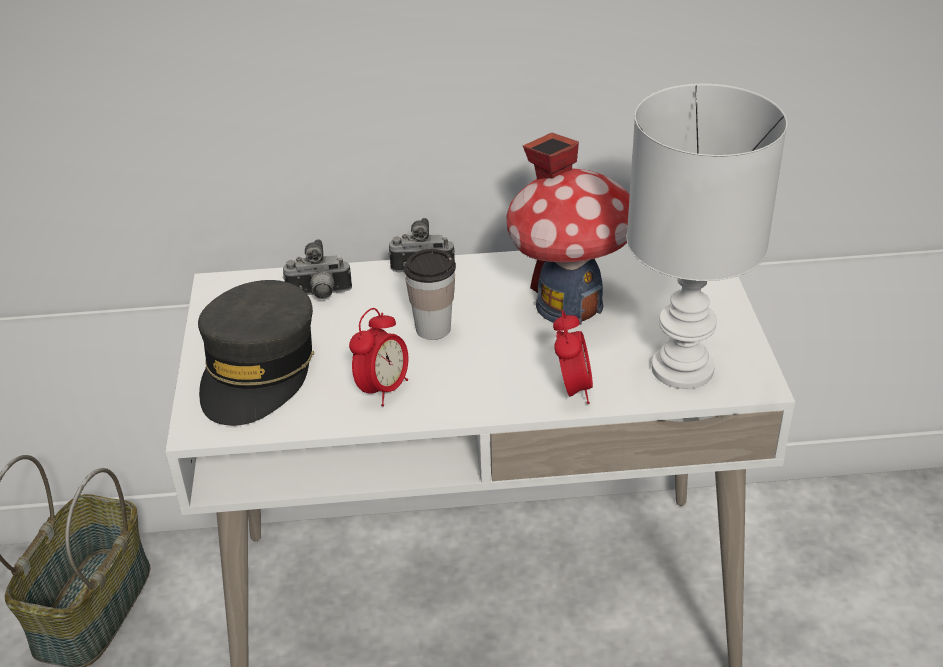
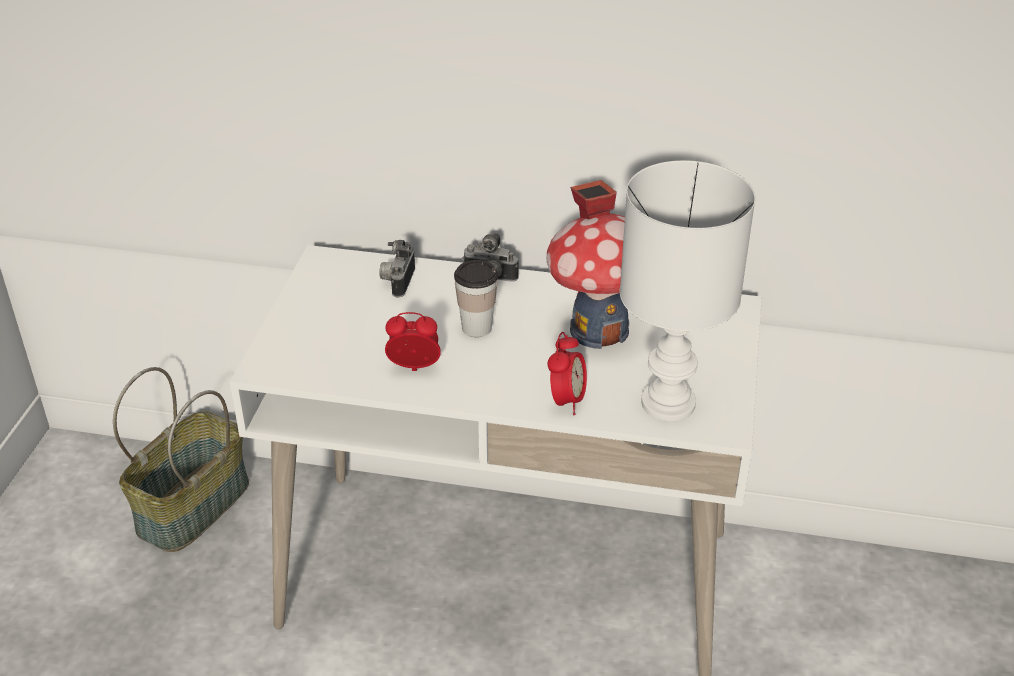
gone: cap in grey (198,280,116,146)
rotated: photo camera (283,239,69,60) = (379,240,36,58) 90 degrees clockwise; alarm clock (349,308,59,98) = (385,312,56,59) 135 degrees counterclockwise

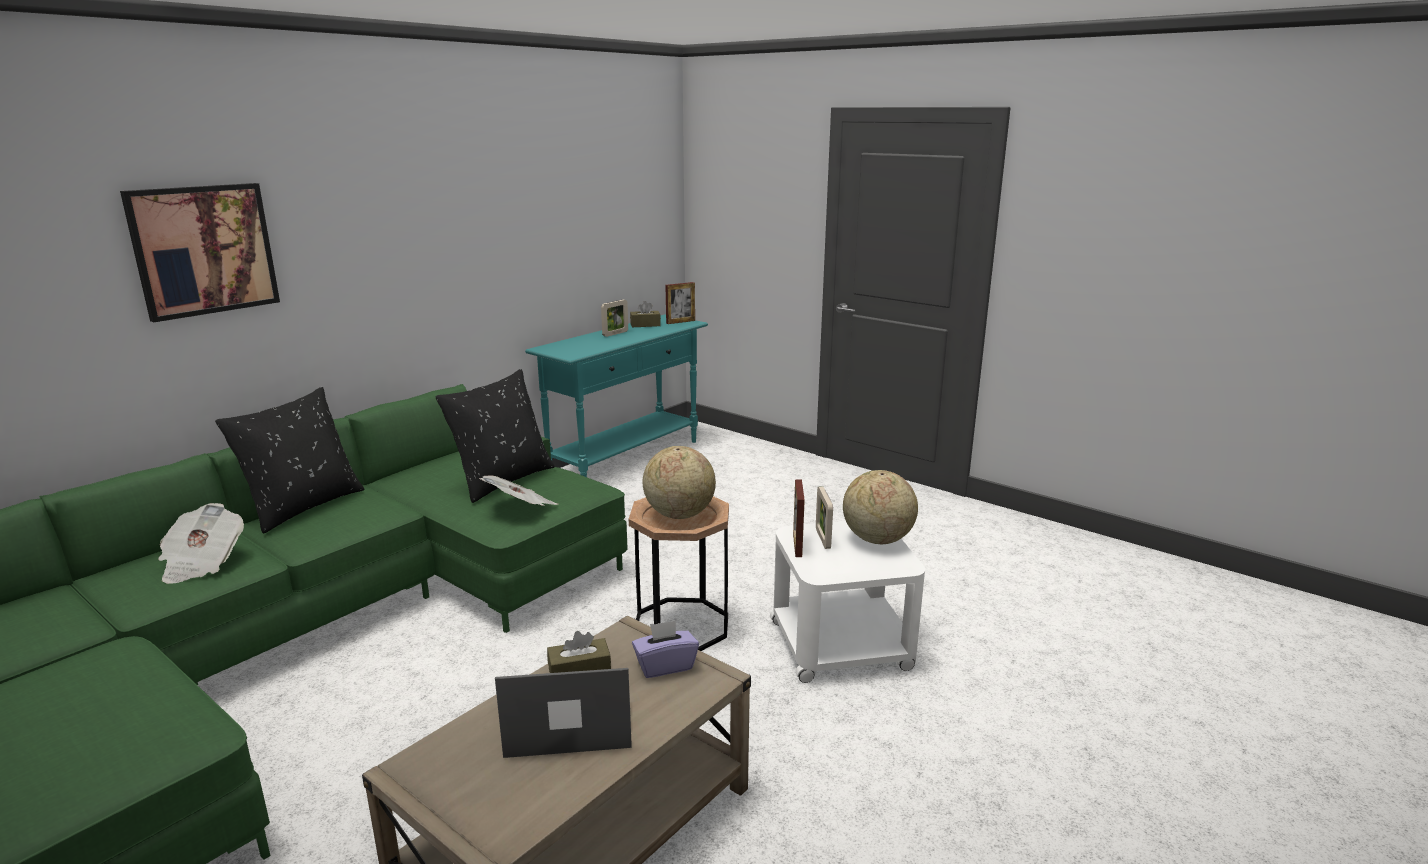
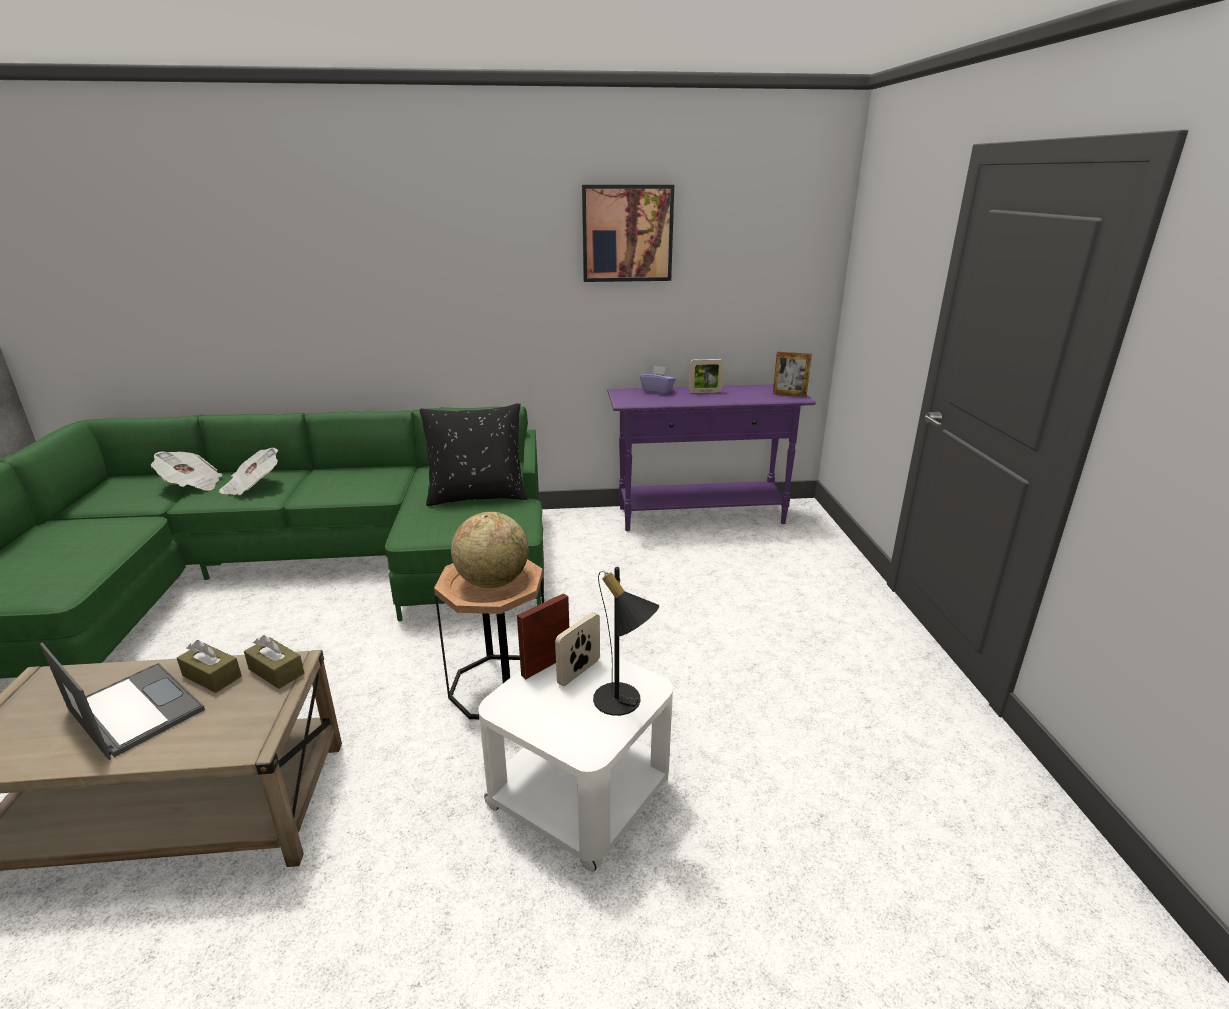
gone: pillow in black (215,387,150,147)
shifted: newspaper (479,475,79,31) to (151,452,71,39); tissue box in brown (630,301,31,26) to (244,635,60,54); picture (120,183,160,139) to (582,185,92,97); tissue box in purple (632,620,67,58) to (640,366,36,28)
swapped: globe (843,470,75,74) to table lamp in black (593,567,66,149)
repainted: console table in turquoise (525,315,183,162) to console table in purple (607,384,209,147)

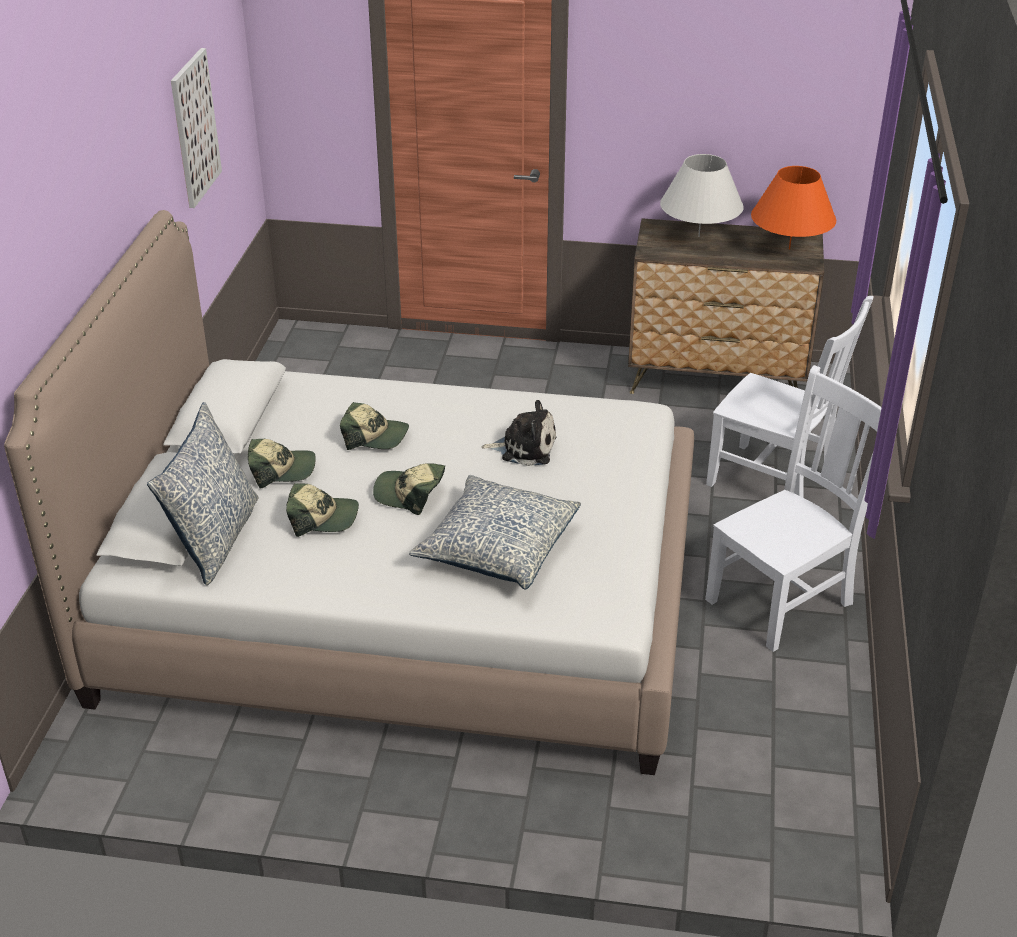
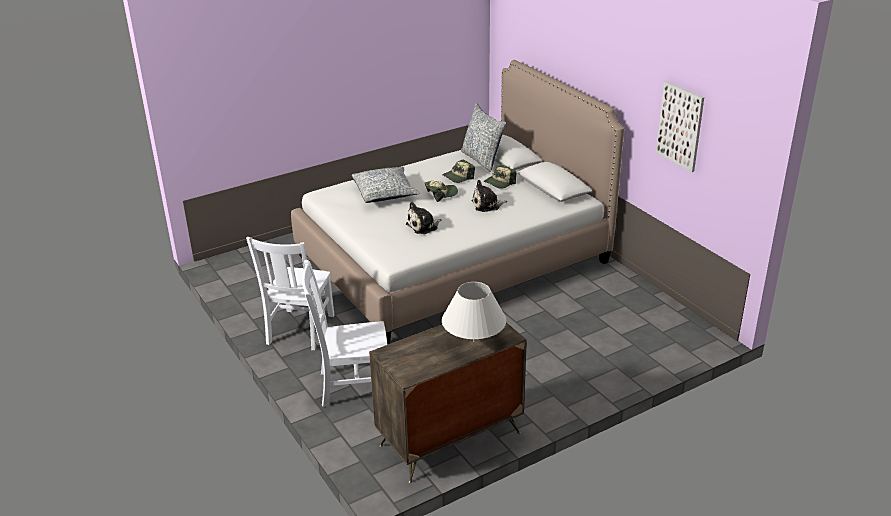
gone: table lamp in orange (751,166,85,84)
swapped: cap (340,402,69,48) to plush toy (471,180,36,32)

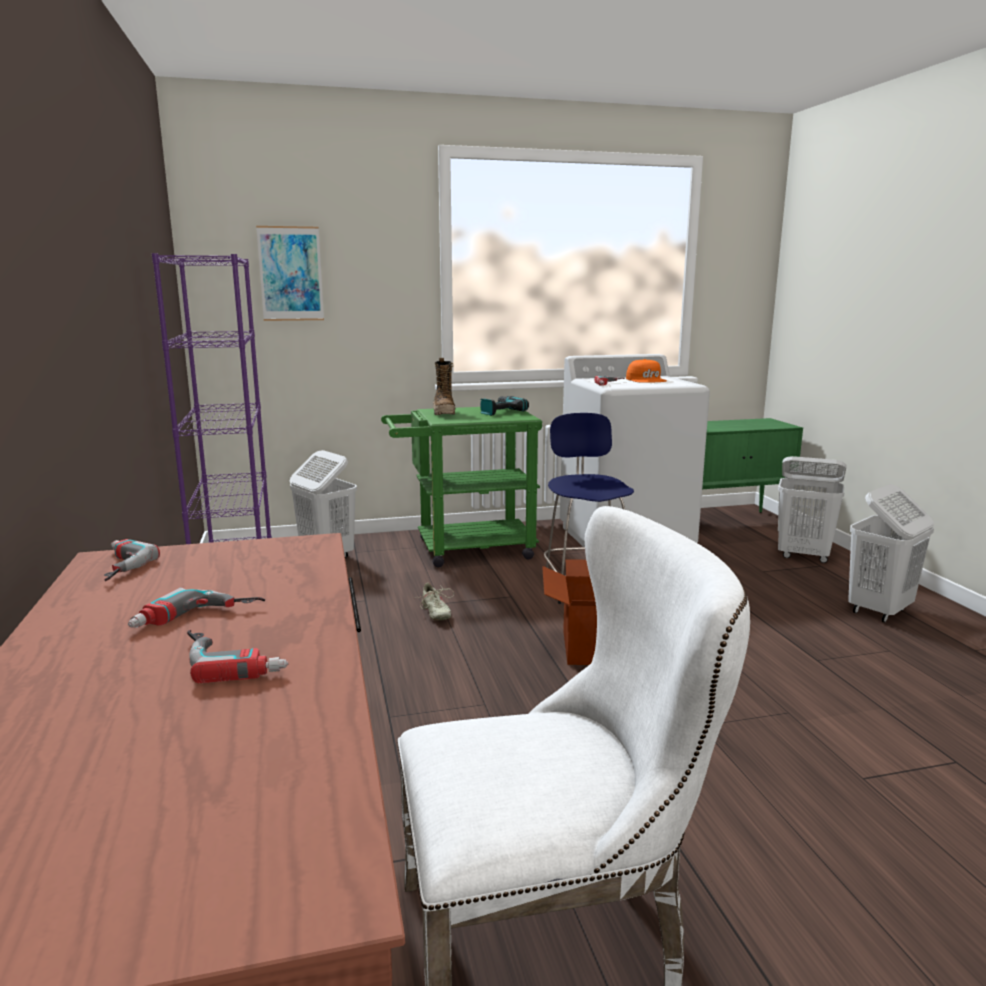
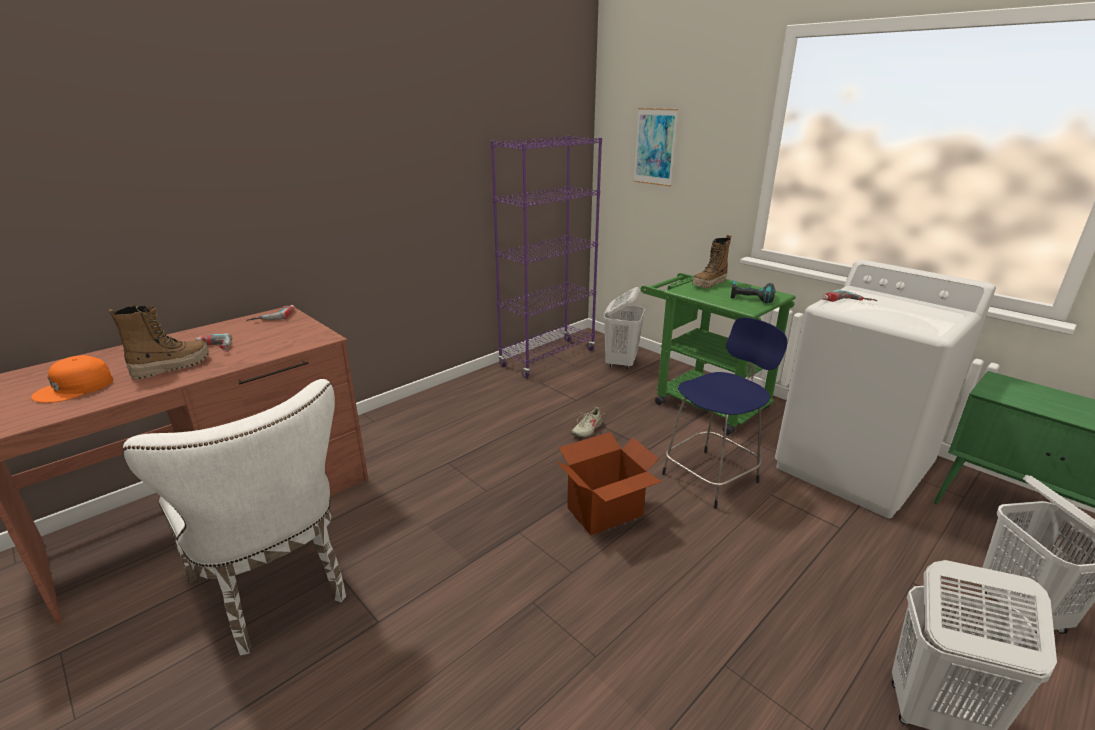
shifted: cap in orange (626,359,41,24) to (31,355,82,48)
swapped: power drill (187,630,101,53) to boot (109,305,100,74)

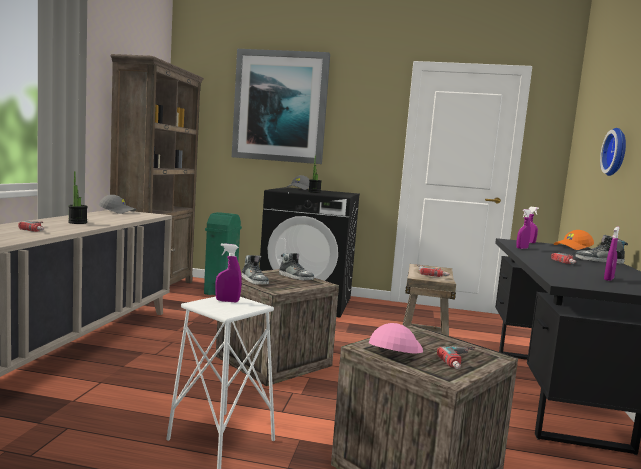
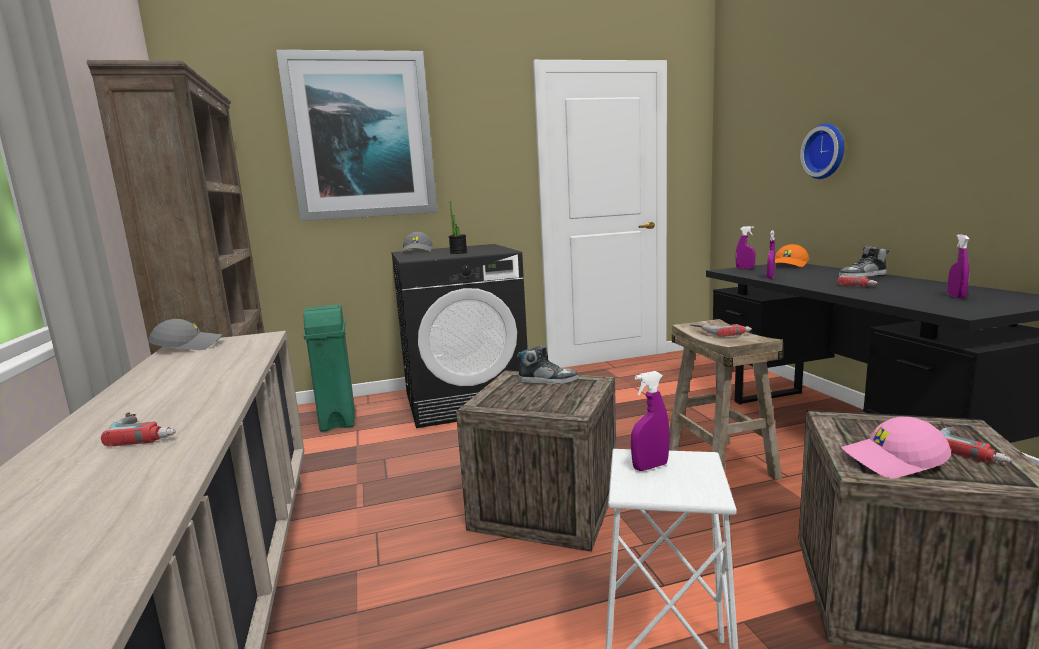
gone: potted plant (68,171,20,53); shoe (242,255,27,30)
rotated: cap in pink (369,323,54,31) = (842,417,109,62) 90 degrees counterclockwise

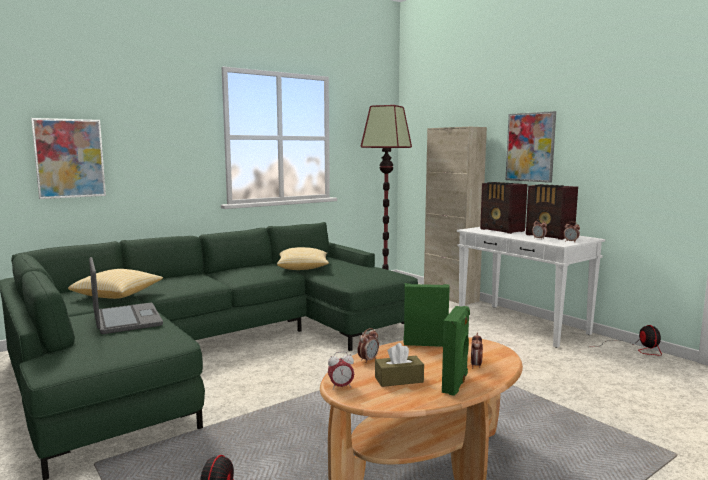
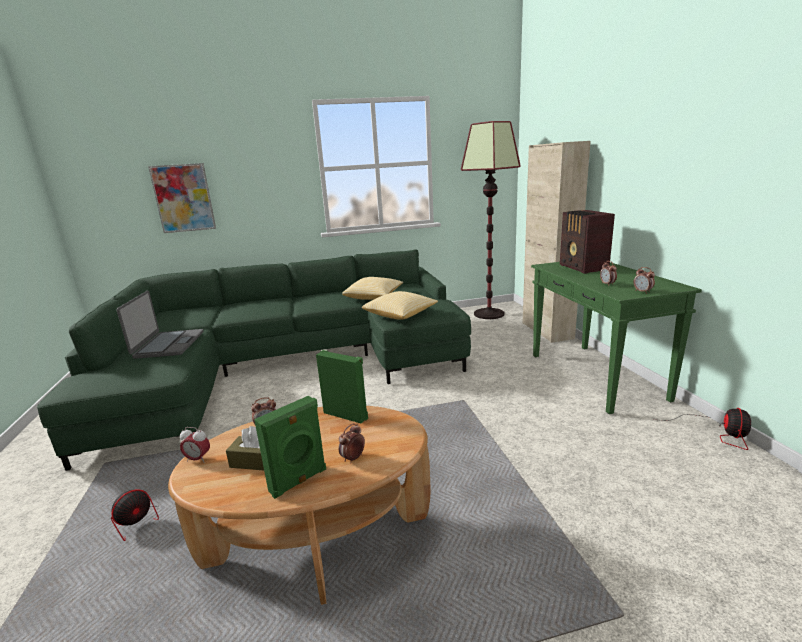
gone: picture (506,111,50,72); radio (526,184,52,56)
shifted: pillow (68,269,95,30) to (362,291,76,29)
repainted: console table in white (457,227,148,121) to console table in green (531,262,171,152)

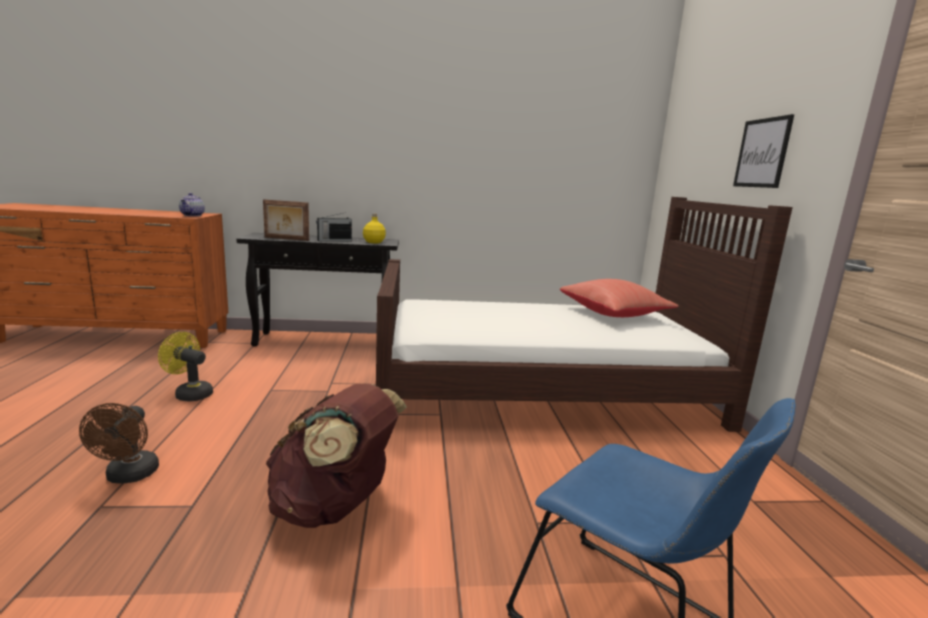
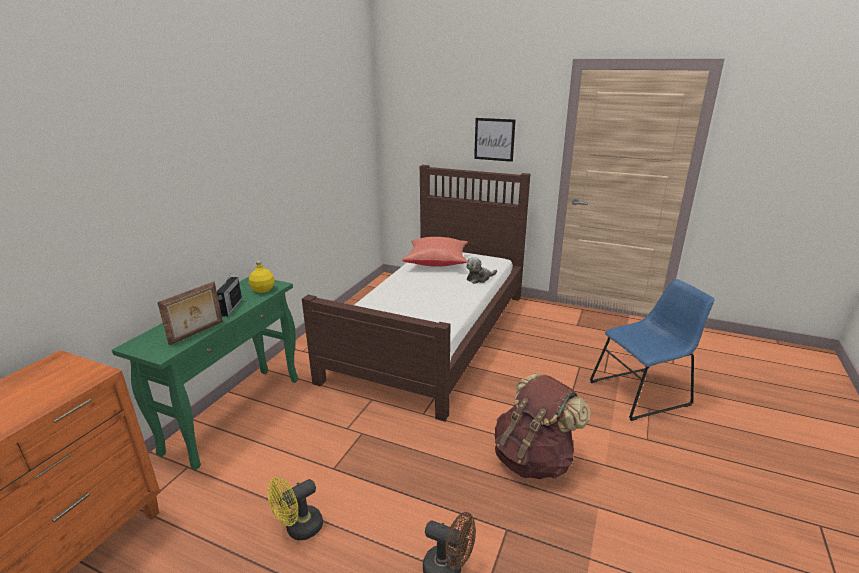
gone: teapot (179,193,26,23)
new: plush toy (466,257,31,27)
repainted: console table in black (237,233,162,113) to console table in green (112,277,186,193)

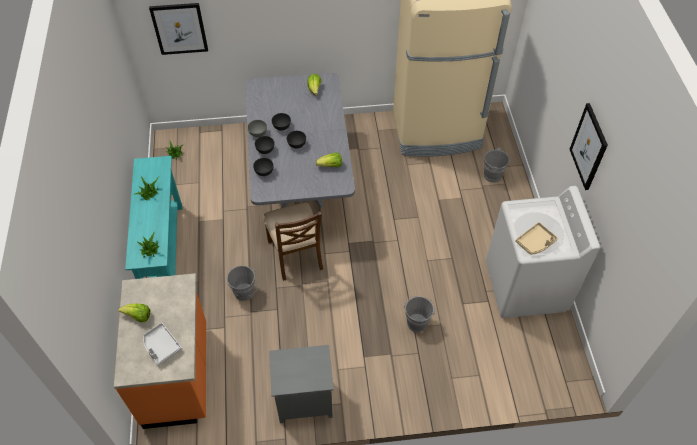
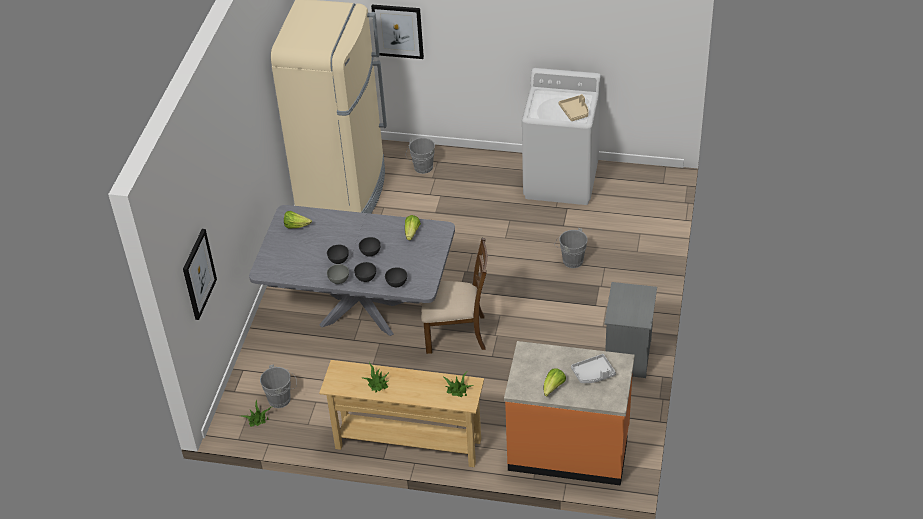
shifted: bucket in grey (227,265,32,36) to (260,364,37,44); picture (570,103,38,87) to (371,5,53,54)
repainted: console table in turquoise (125,156,57,123) to console table in beige (319,360,165,107)

